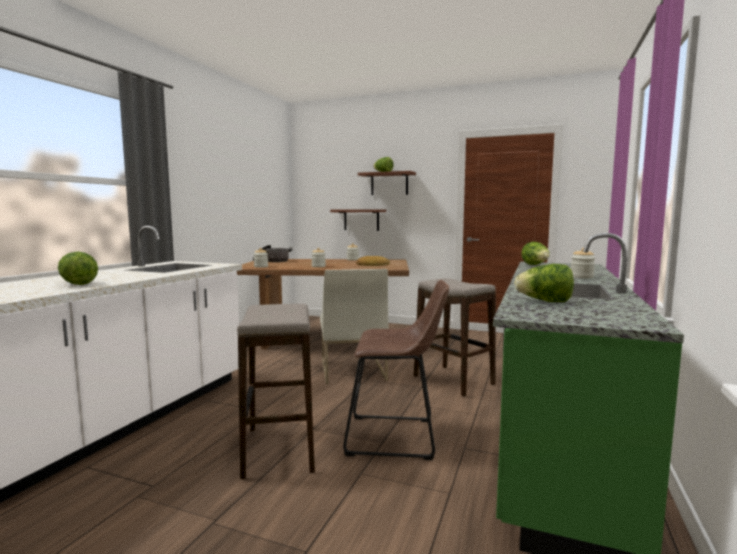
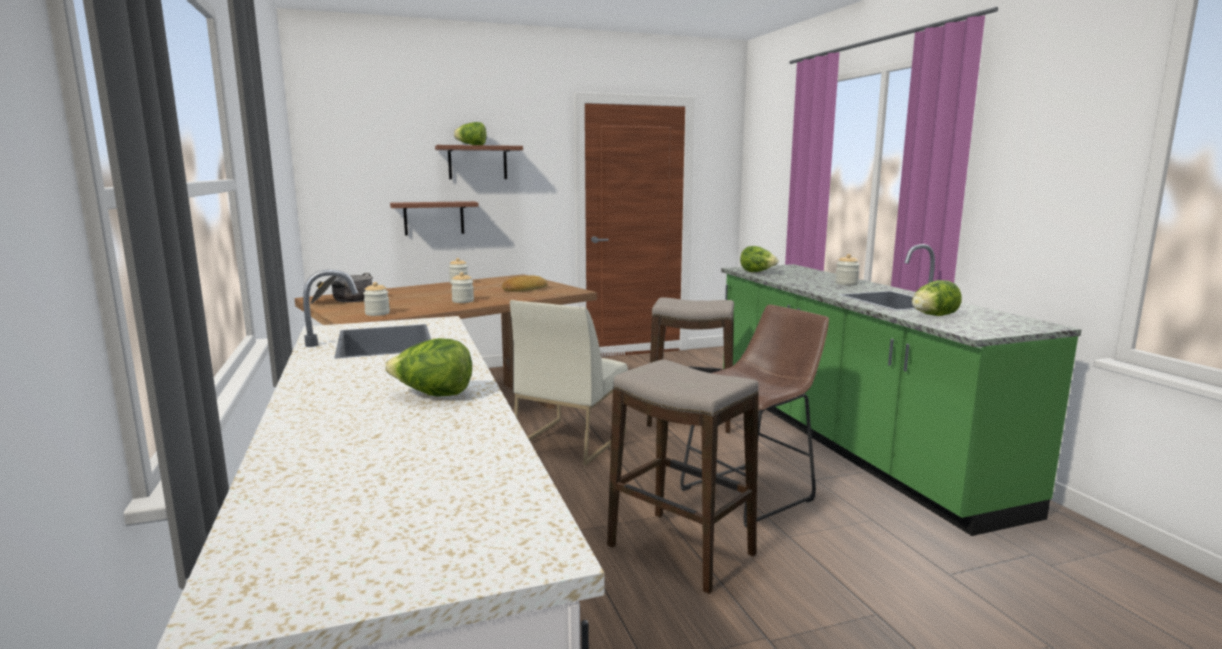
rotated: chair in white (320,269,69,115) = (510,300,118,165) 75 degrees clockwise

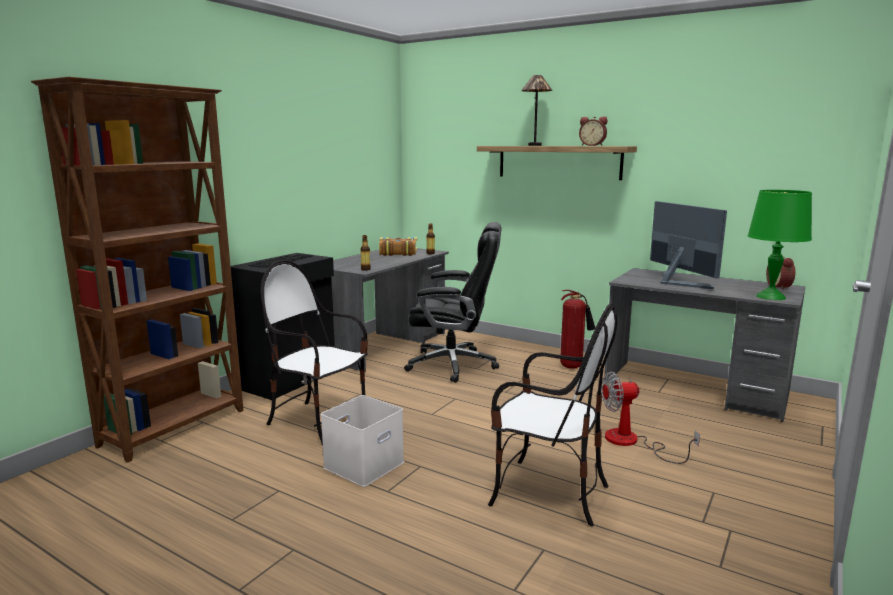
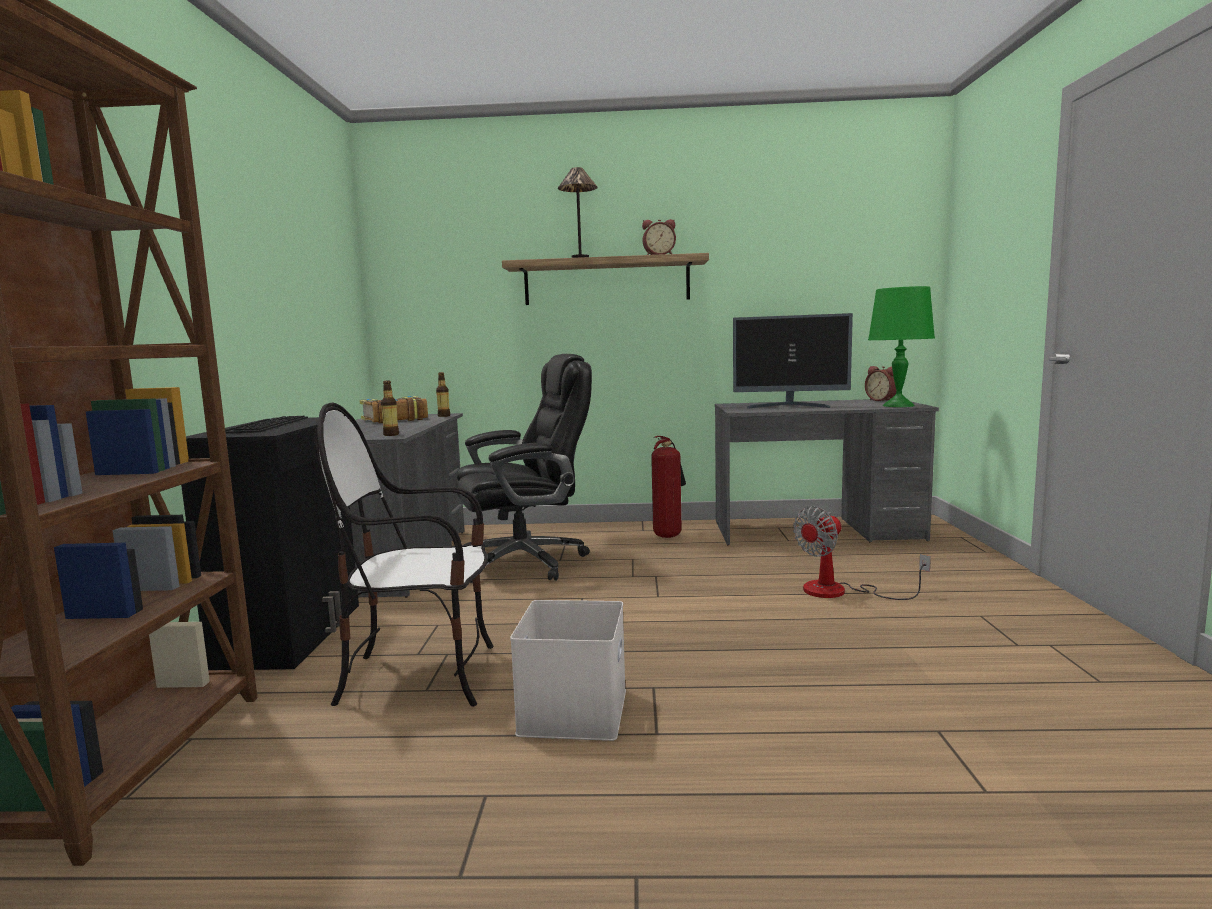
gone: chair (488,302,129,224)
rotated: monitor (650,201,77,88) = (733,313,120,96) 150 degrees clockwise

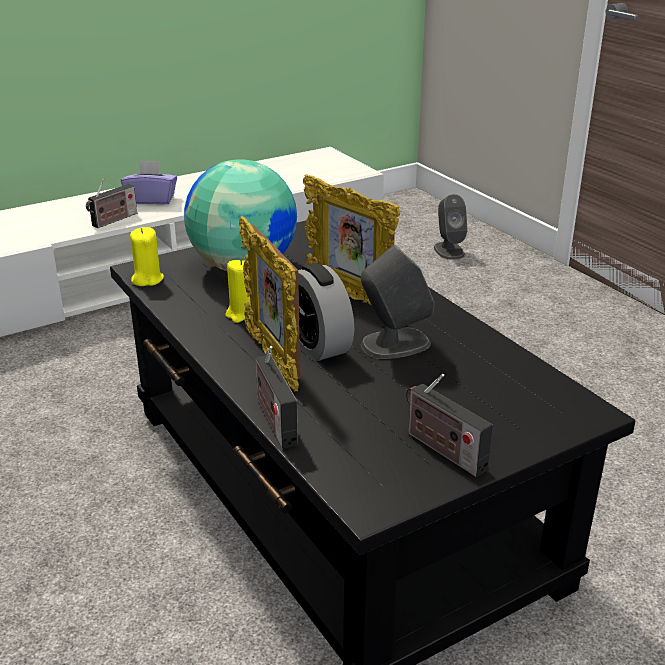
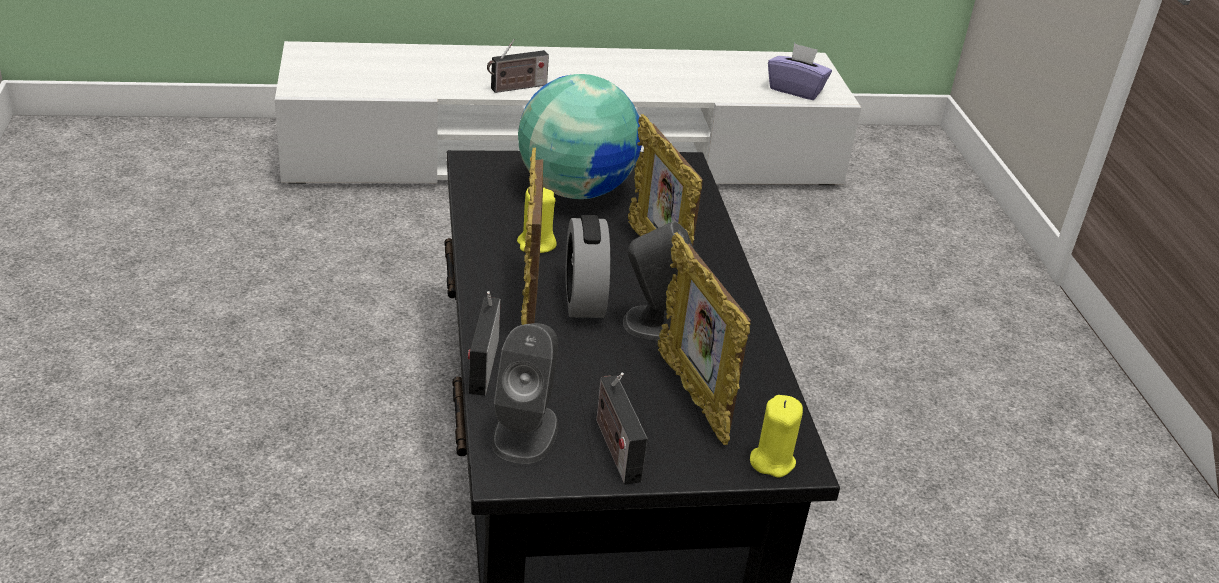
new: picture frame (658,232,93,213)
shifted: speaker in grey (434,194,34,66) to (492,323,66,141); candle in yellow (130,227,34,59) to (750,395,53,82); tissue box in purple (121,161,56,44) to (768,43,64,57)

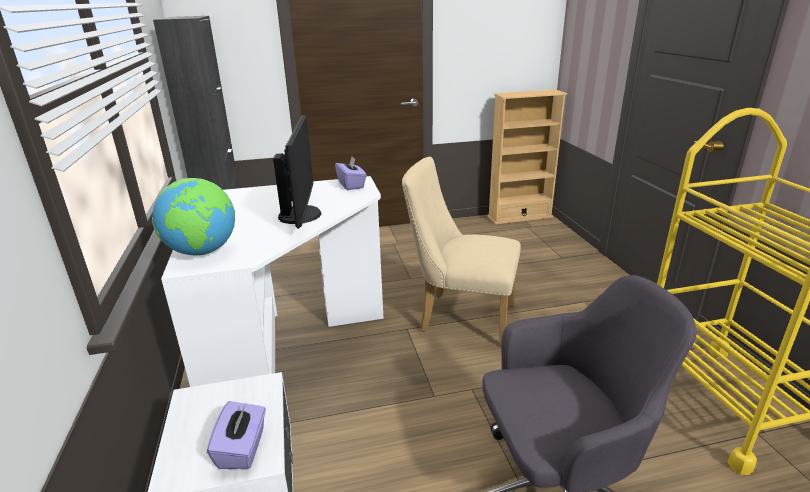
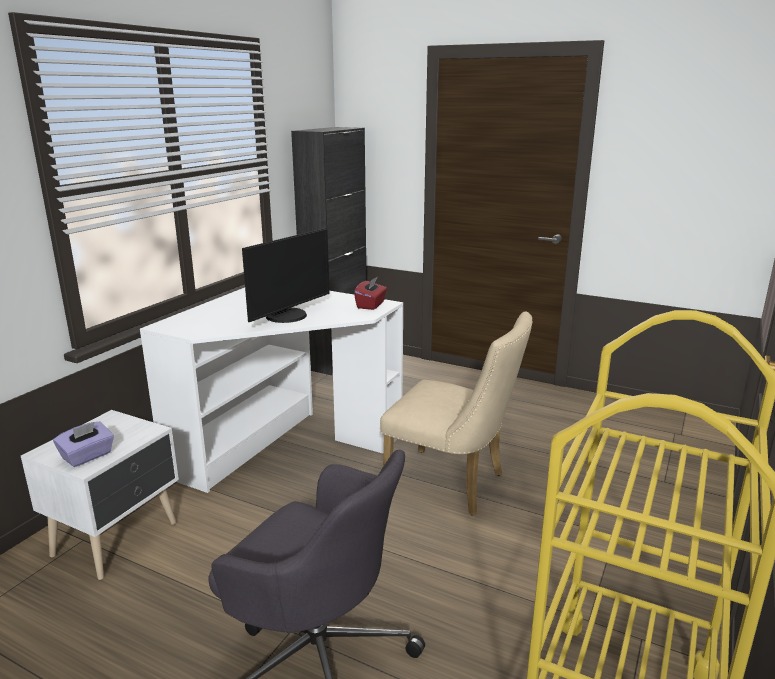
gone: globe (152,178,83,77); bookcase in beige (488,90,79,135)
repainted: tissue box in purple (335,157,32,33) to tissue box in red (354,276,33,34)
rotated: chair in beige (402,157,119,189) = (380,311,152,205) 150 degrees clockwise

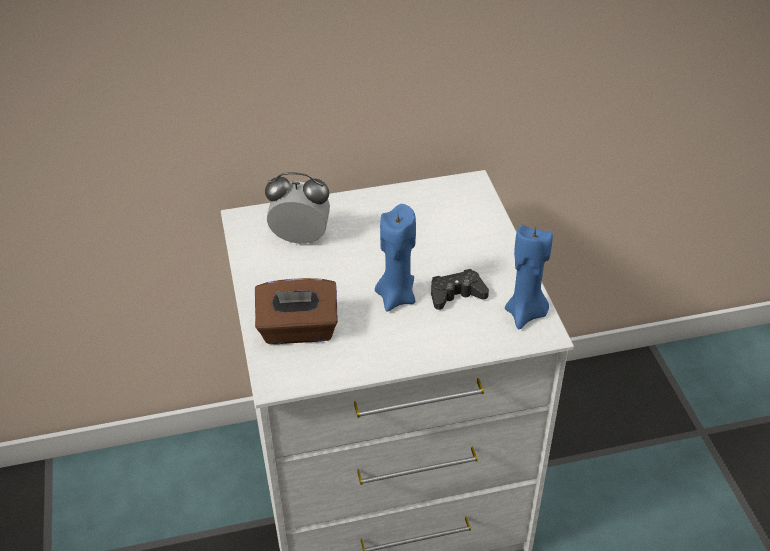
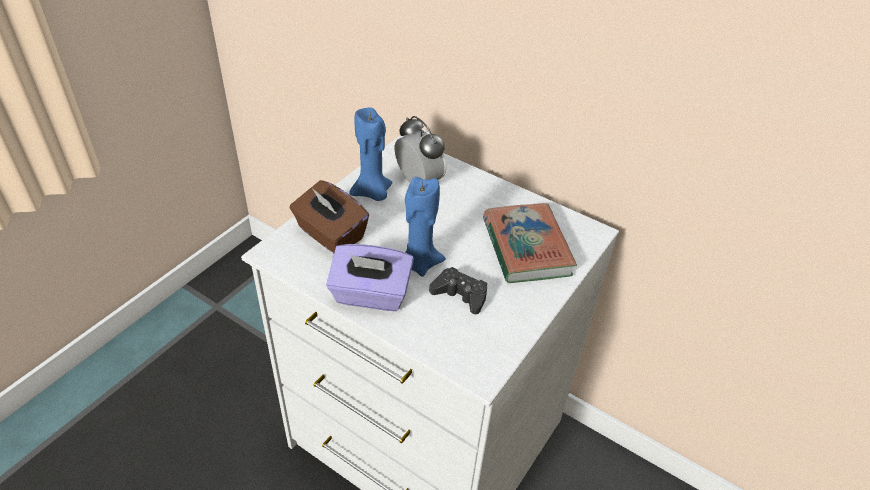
new: tissue box in purple (326,244,88,67); book (483,203,94,80)
shifted: candle in blue (505,225,48,104) to (349,107,43,94)

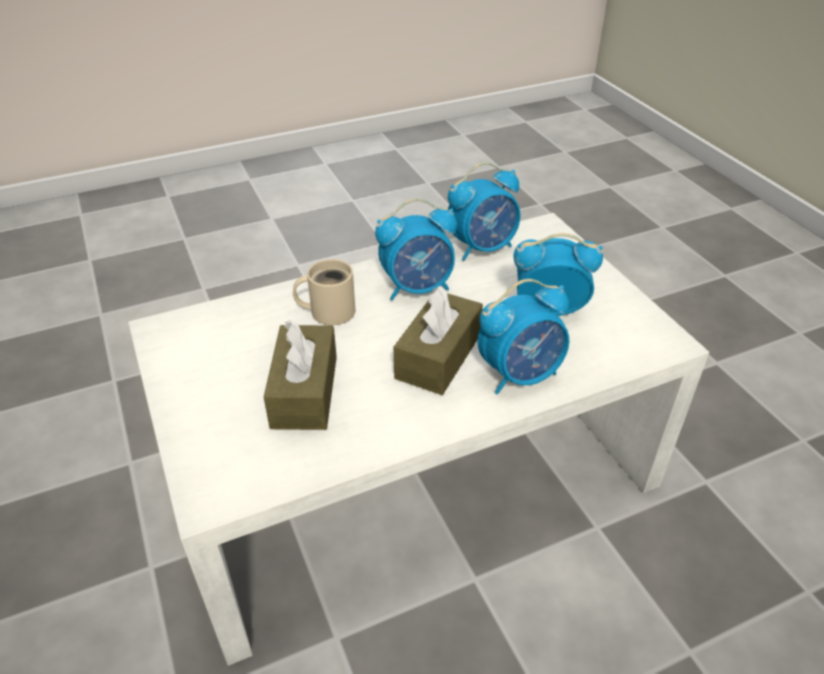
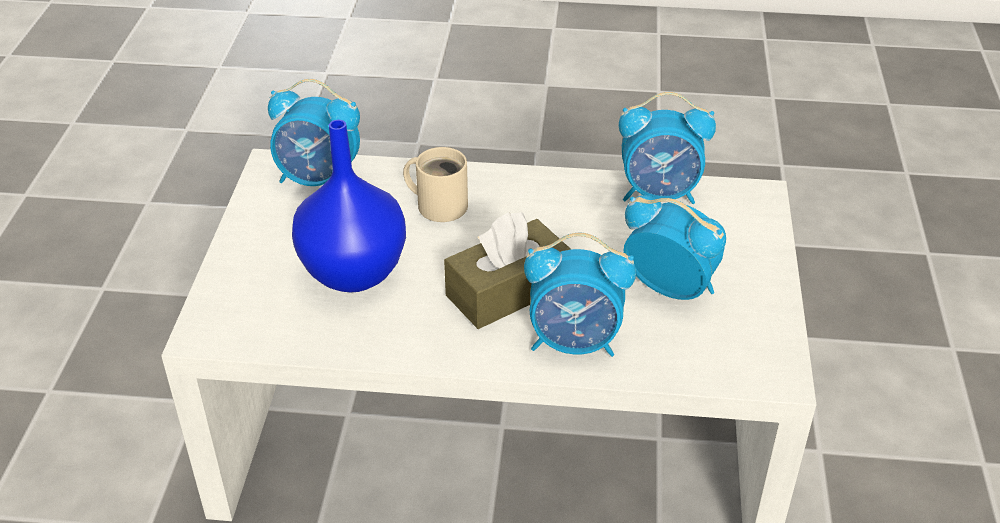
shifted: alarm clock (375,198,82,103) to (268,79,92,107)
swapped: tissue box in brown (264,320,73,110) to vase in blue (292,120,114,173)

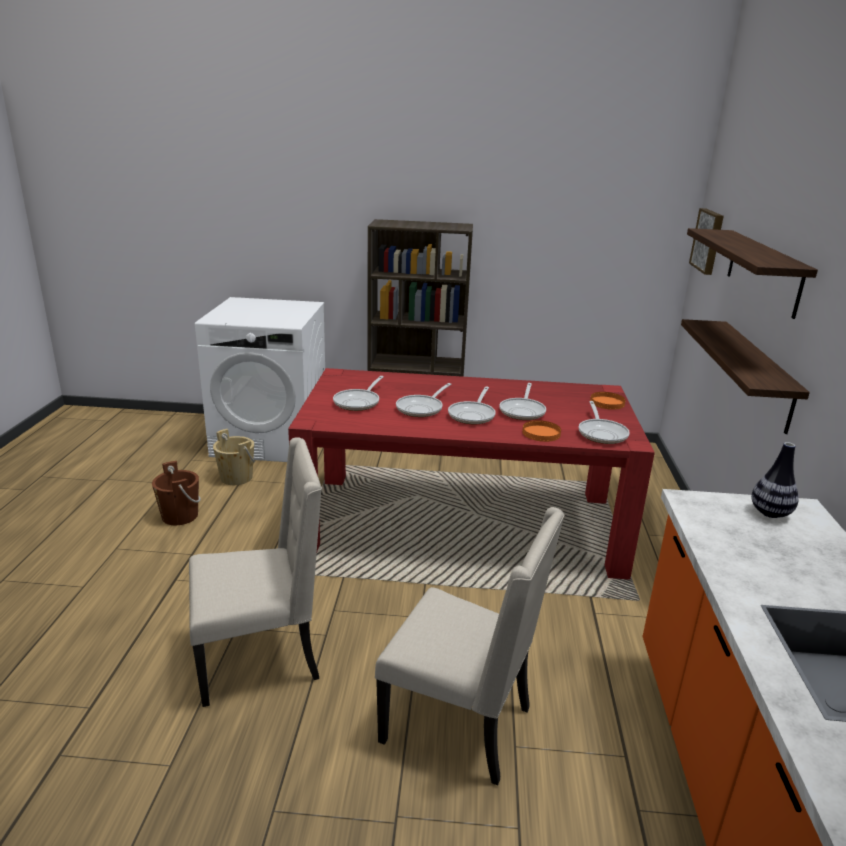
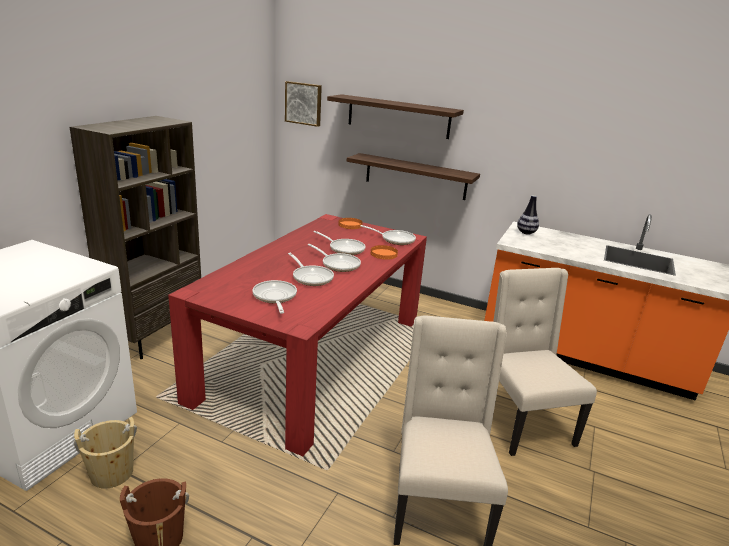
rotated: frying pan (333,376,51,35) = (252,280,45,34) 150 degrees counterclockwise; chair in beige (375,507,190,279) = (493,268,104,188) 60 degrees counterclockwise

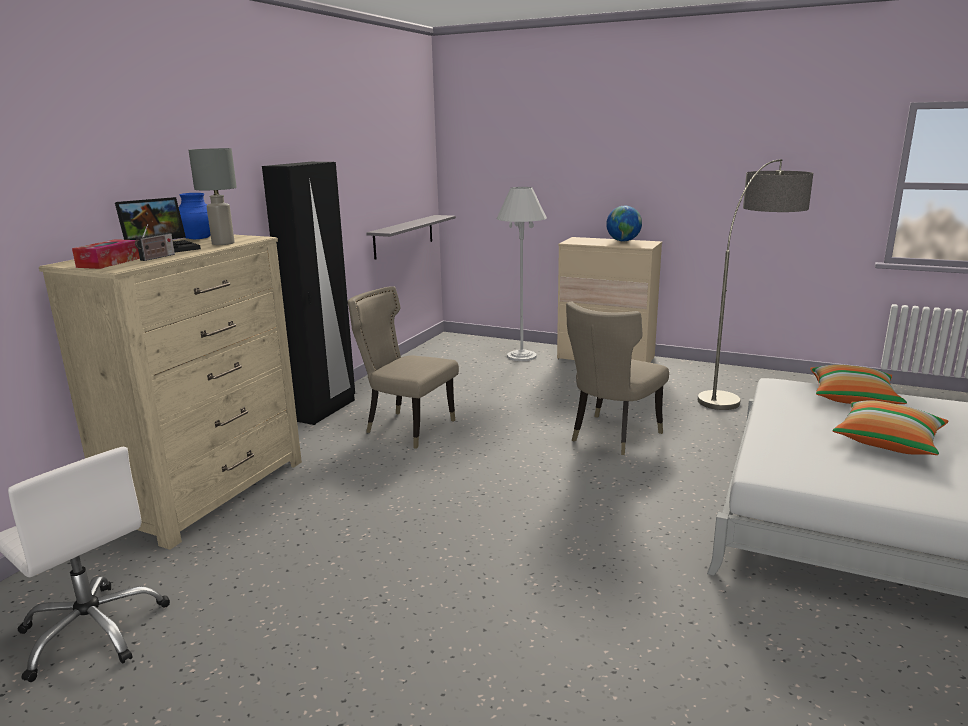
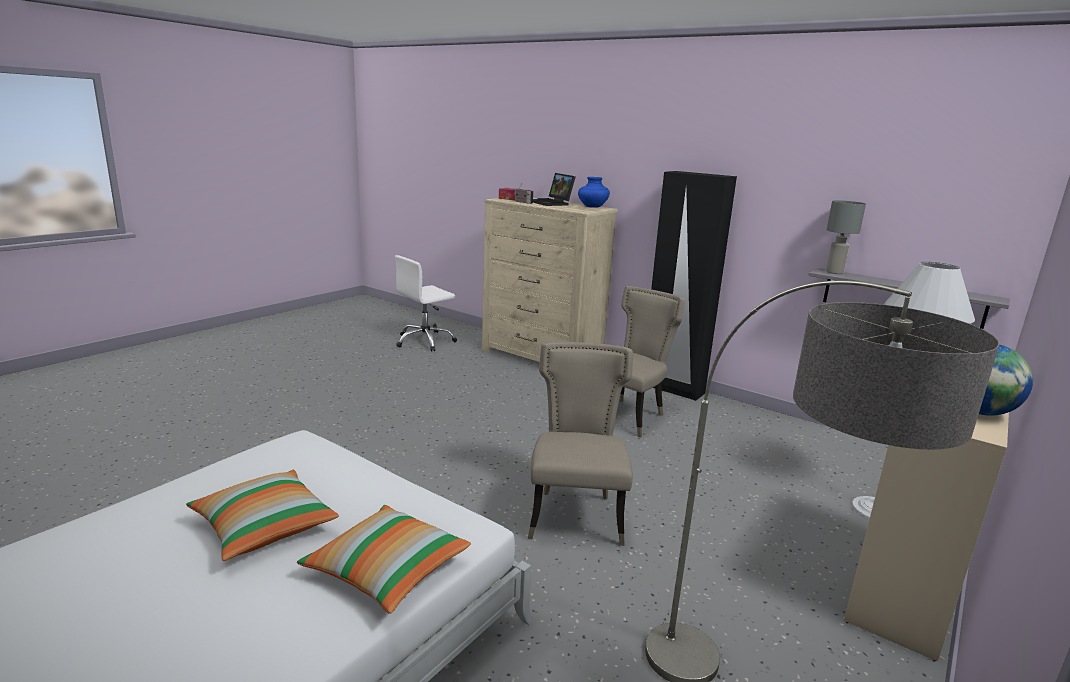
shifted: table lamp in grey (188,148,49,97) to (826,200,40,74)
rotated: chair in beige (566,301,103,154) = (528,342,105,204) 45 degrees clockwise

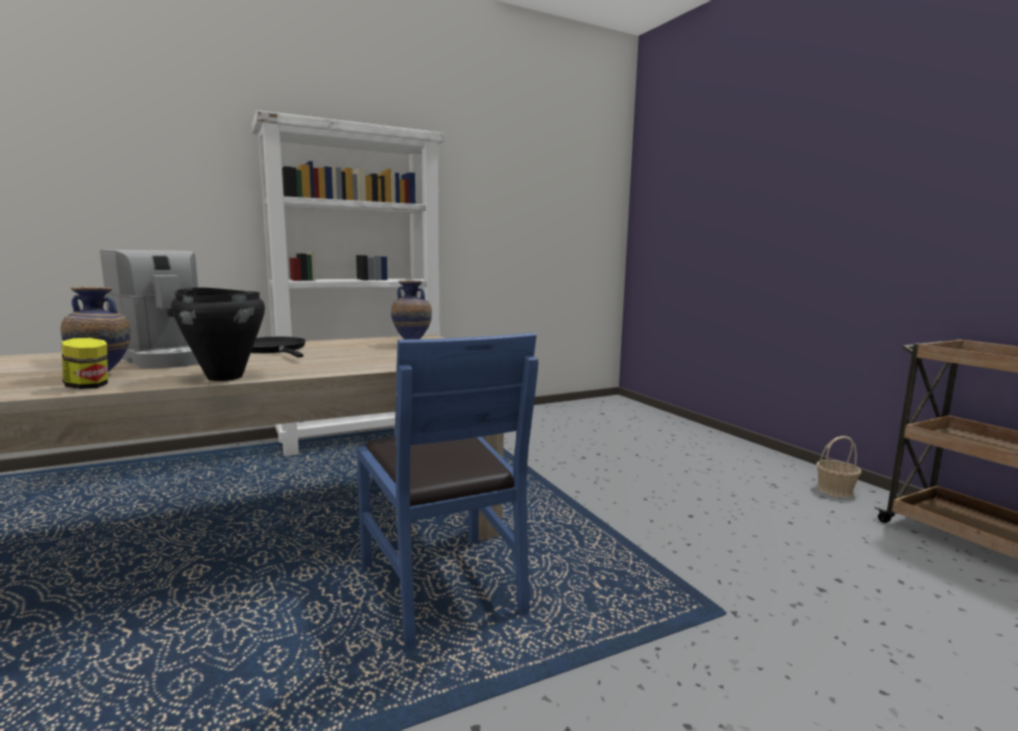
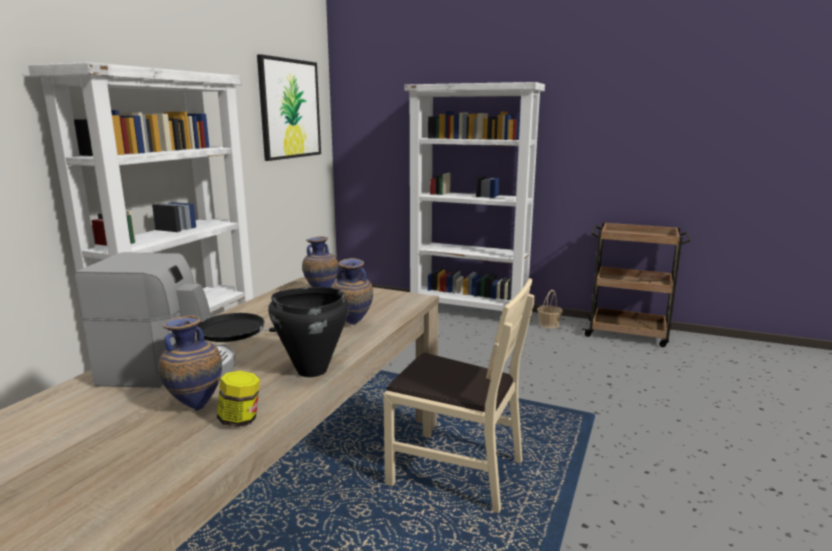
new: picture (257,54,64,107); vase (331,258,42,67); bookcase in white (405,82,140,229)
repainted: chair in blue (357,333,181,316) to chair in beige (383,278,152,235)

